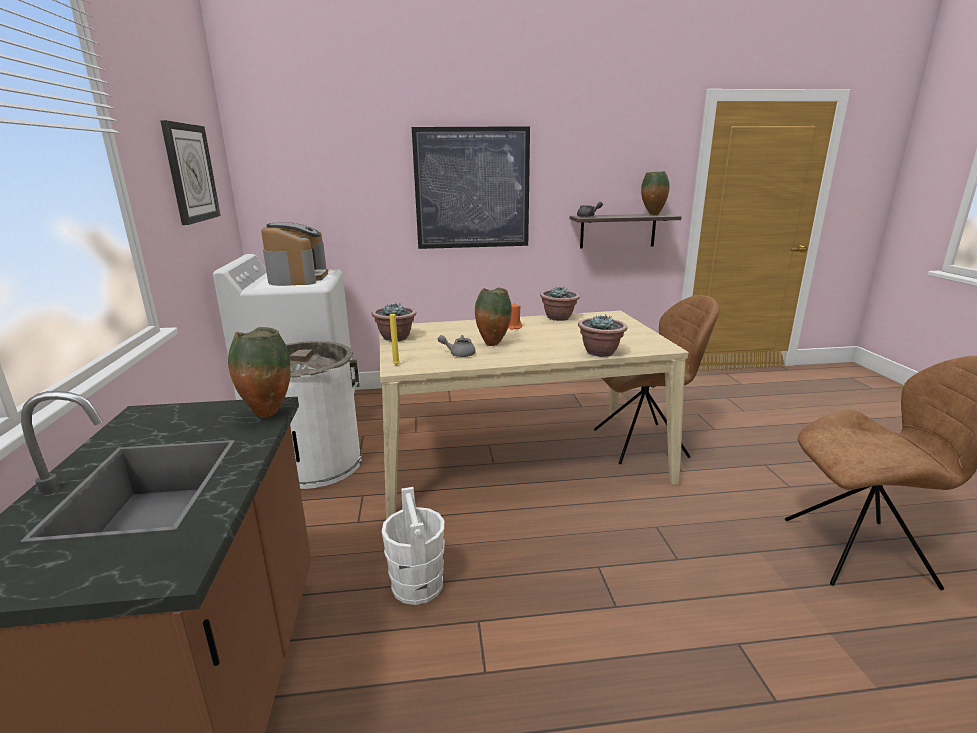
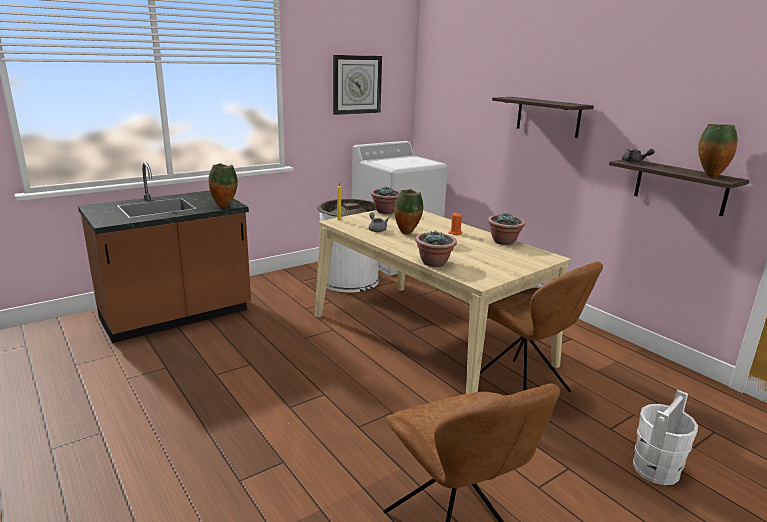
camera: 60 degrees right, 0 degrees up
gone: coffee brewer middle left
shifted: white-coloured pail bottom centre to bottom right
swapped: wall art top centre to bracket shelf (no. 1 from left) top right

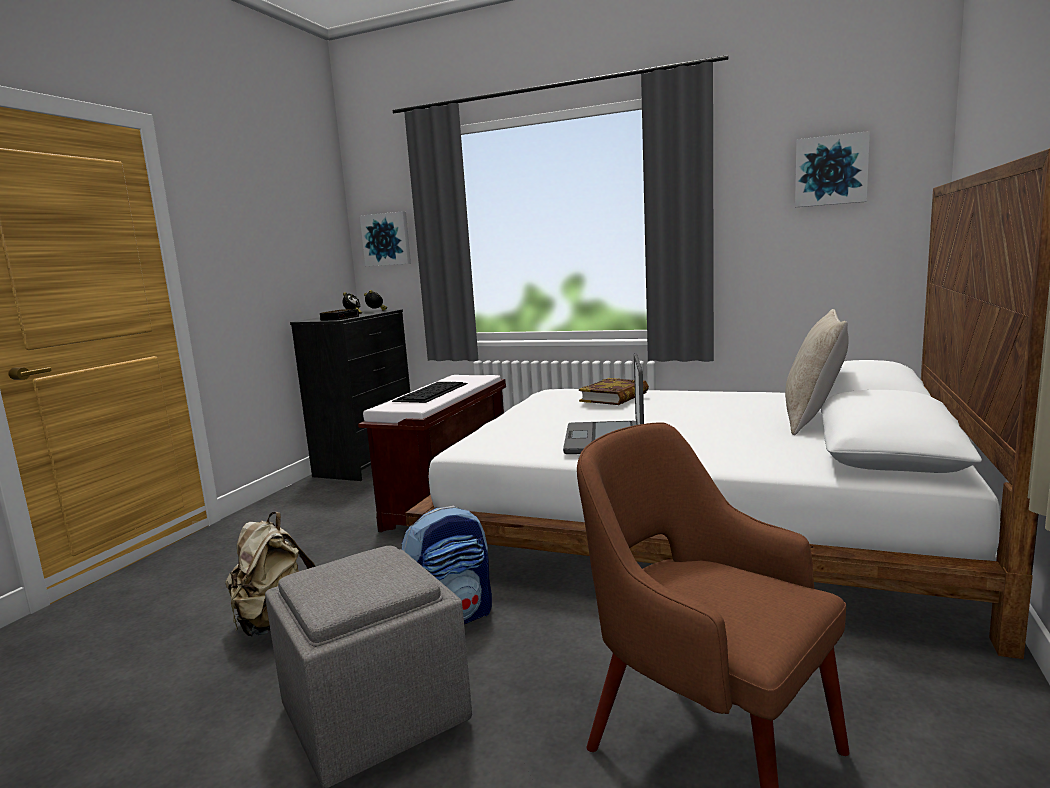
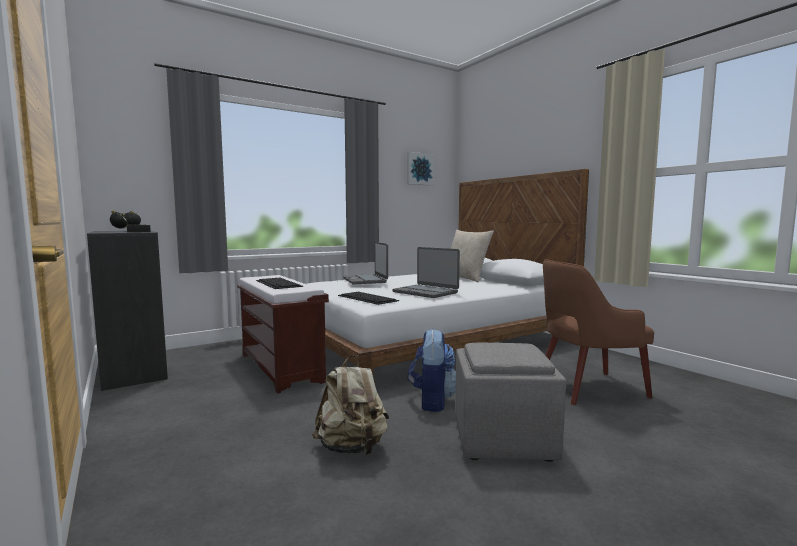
camera: 55 degrees left, 5 degrees down
gone: wall art (no. 1 from left) top centre
new: PC keyboard (no. 2 from left) centre
swapped: volume centre to laptop (no. 1 from left) centre

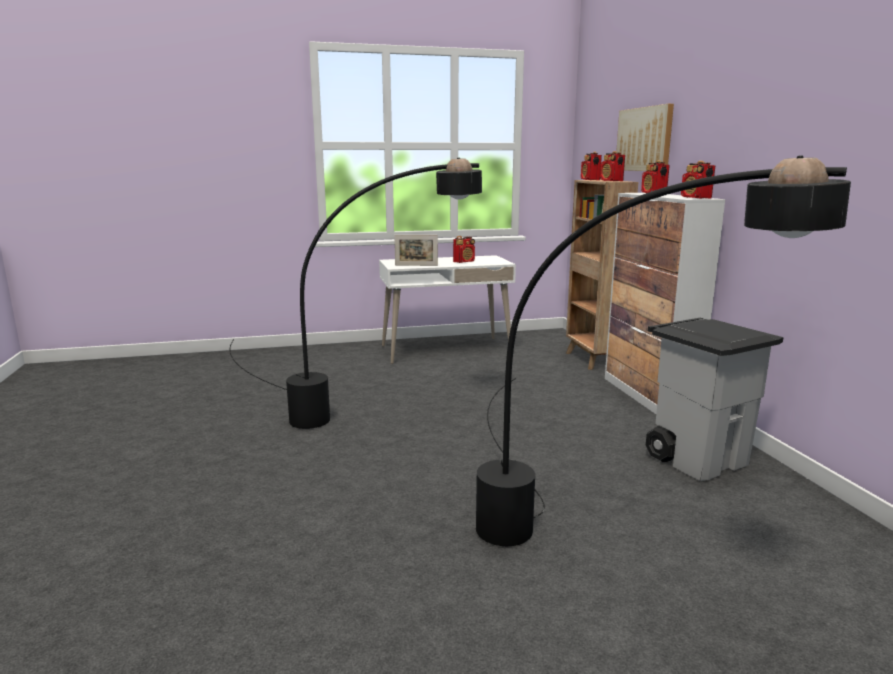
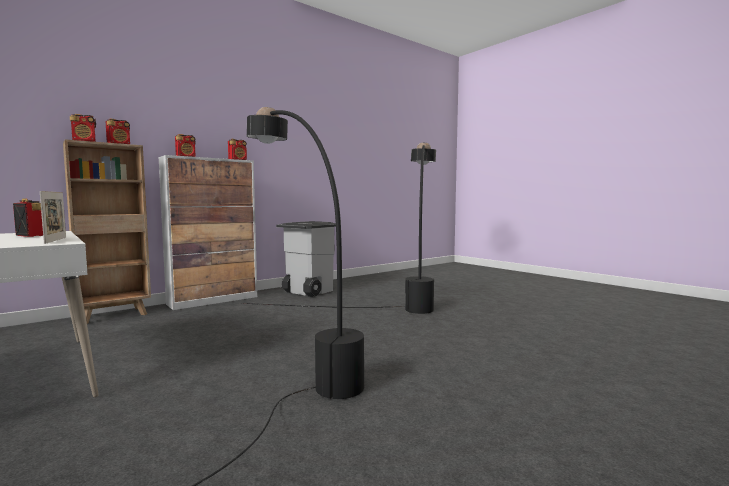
camera: 115 degrees left, 10 degrees down
gone: wall art top right

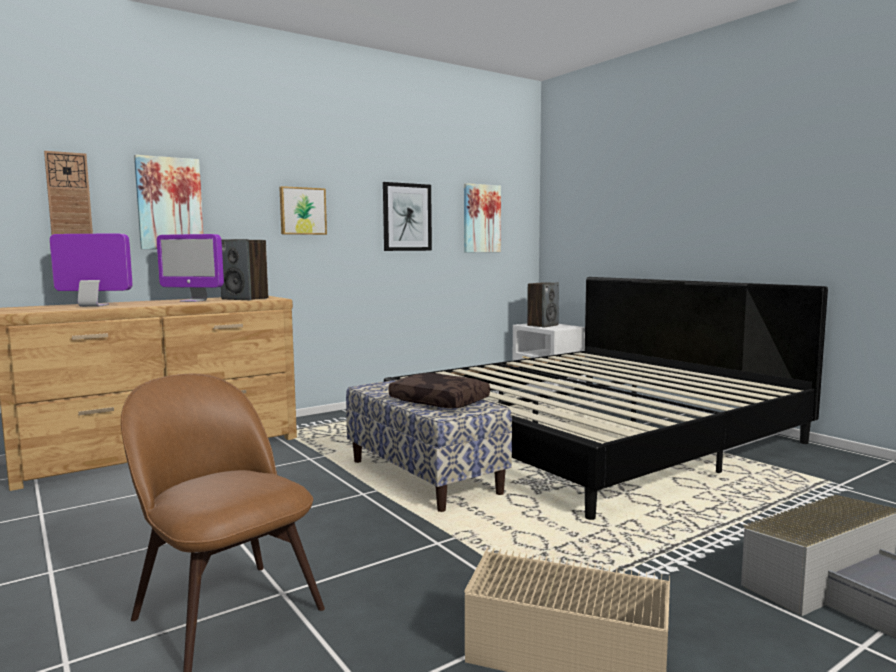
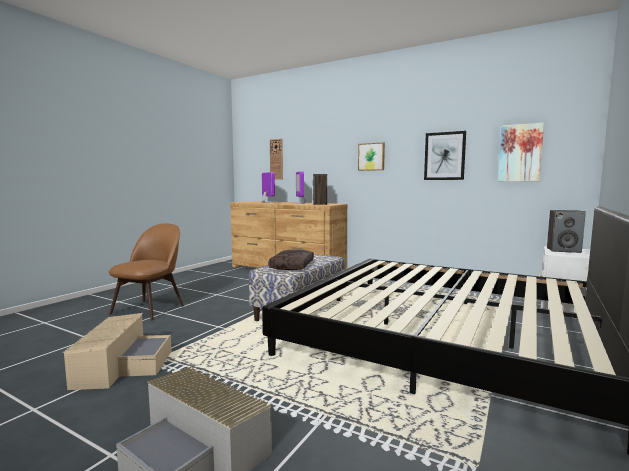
camera: 65 degrees right, 0 degrees up
gone: wall art (no. 1 from left) top left

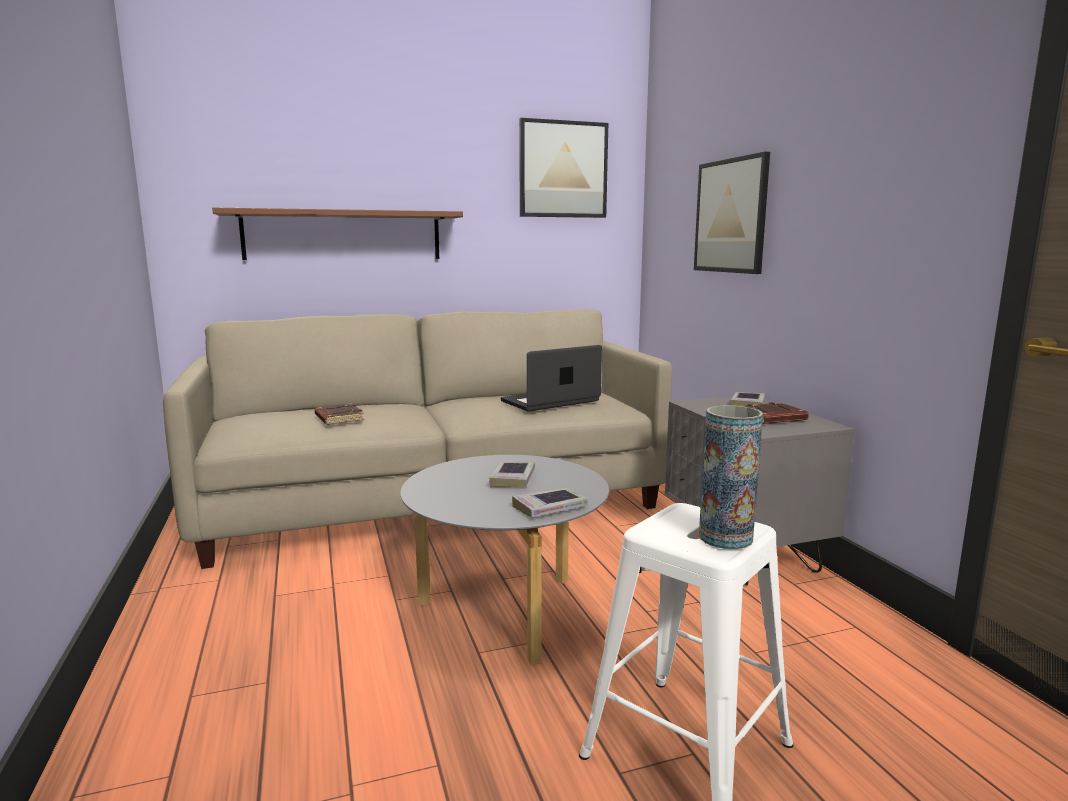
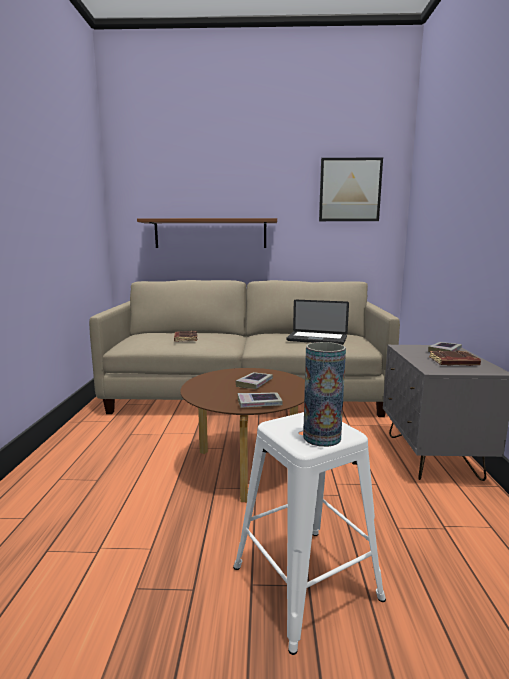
camera: 20 degrees right, 0 degrees up
gone: wall art (no. 2 from left) top right
repainted: greyish coffee table bottom centre to brown-coloured coffee table centre
rotated: laptop centre = centre 150 degrees counterclockwise

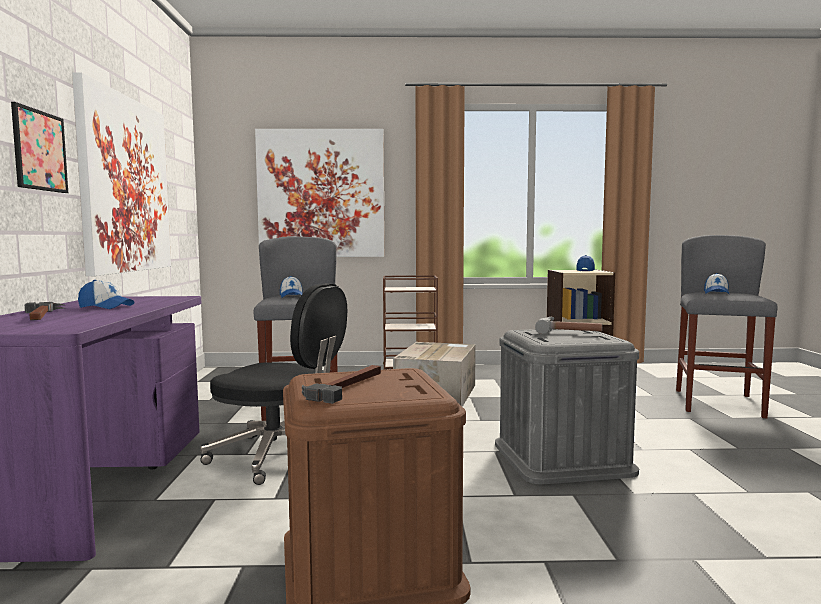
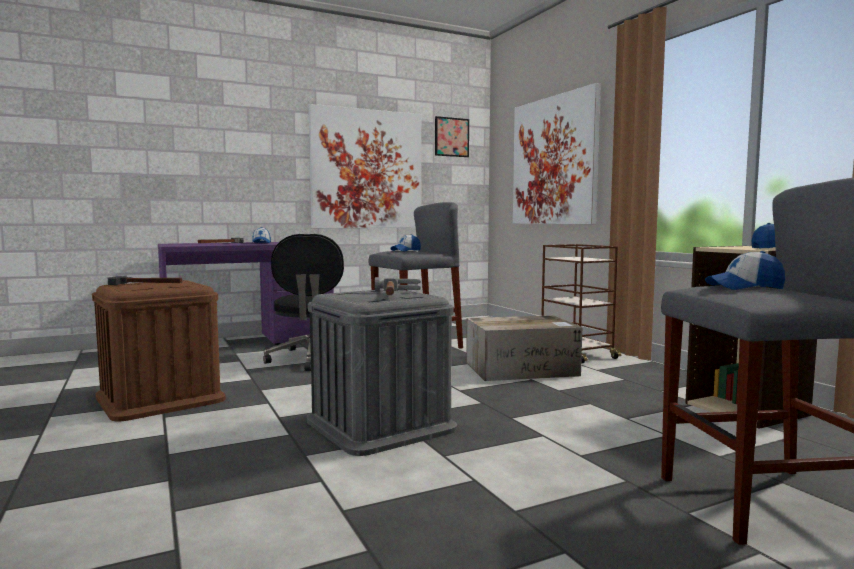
camera: 65 degrees right, 0 degrees up
shifted: wall art (no. 1 from left in the first image) top left to wall art (no. 2 from left) top centre

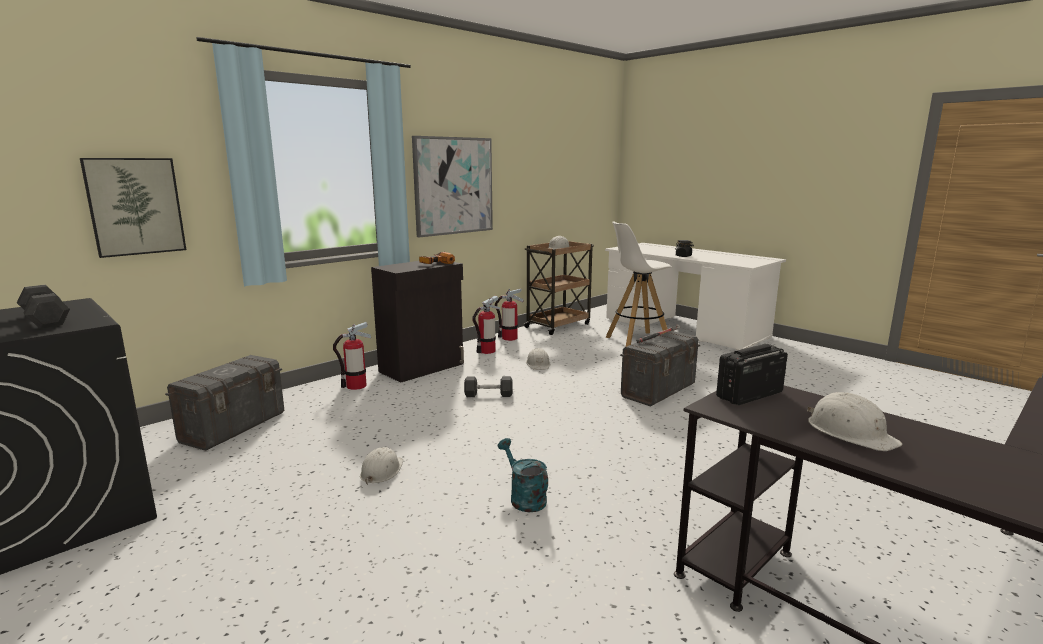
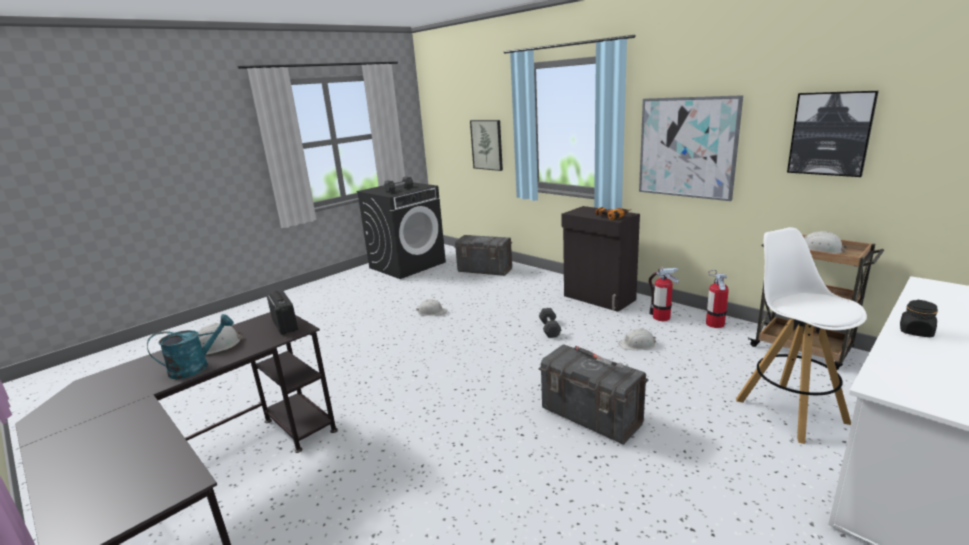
camera: 90 degrees right, 5 degrees up
gone: extinguisher (no. 1 from left) centre
new: wall art (no. 3 from left) top right
shifted: turquoise watering pot bottom centre to middle left

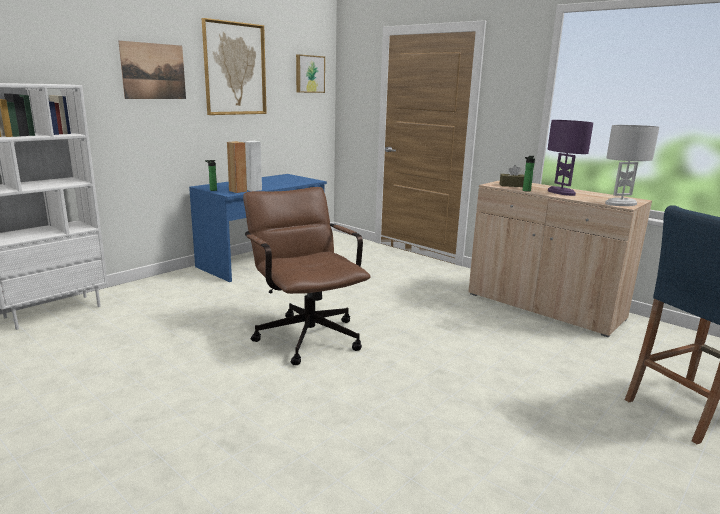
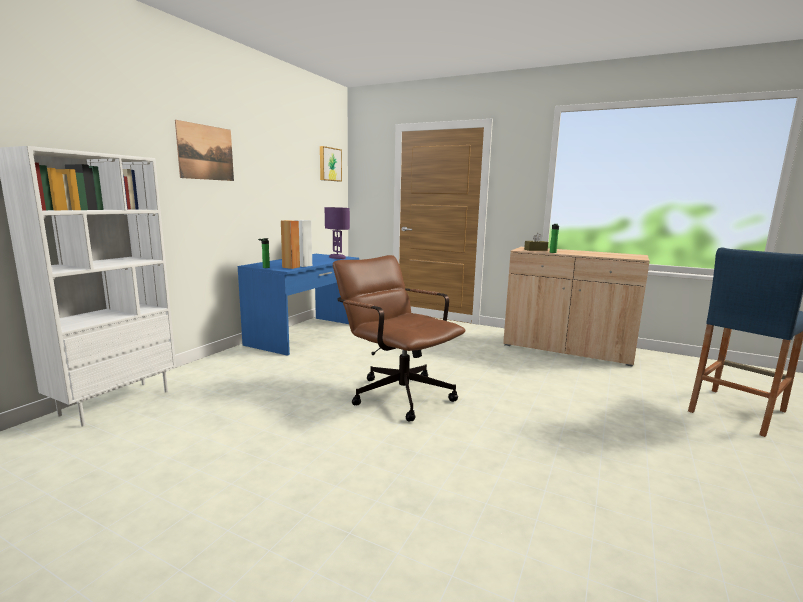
camera: 15 degrees left, 5 degrees down
gone: wall art (no. 2 from left) top left; white-coloured tabletop lamp top right
shifted: purple tabletop lamp top right to centre

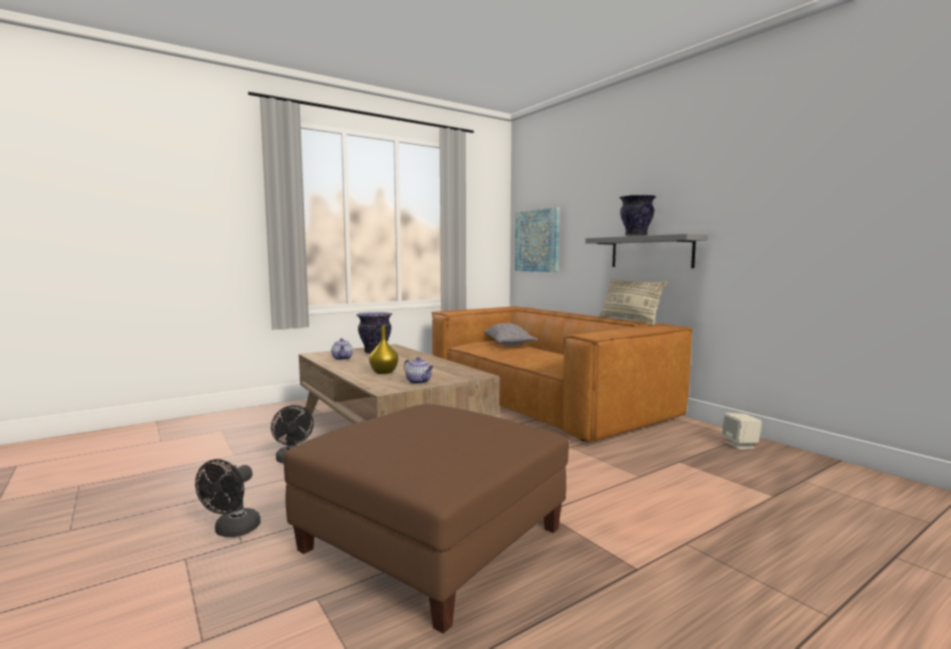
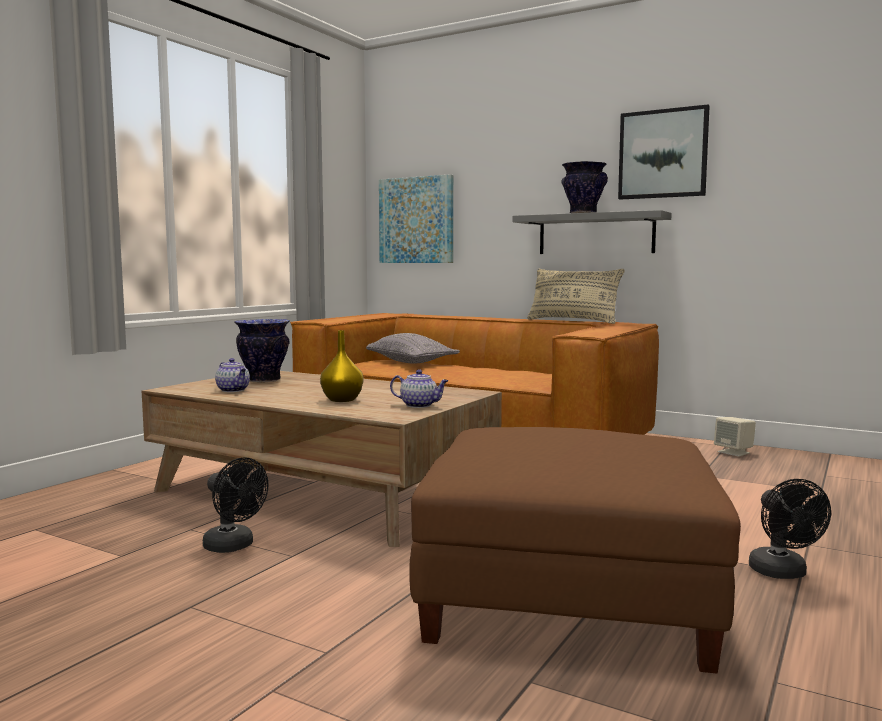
camera: 25 degrees left, 0 degrees up
new: wall art (no. 2 from left) top right
shifted: black fan (no. 1 from left in the first image) bottom left to black fan (no. 2 from left) bottom right

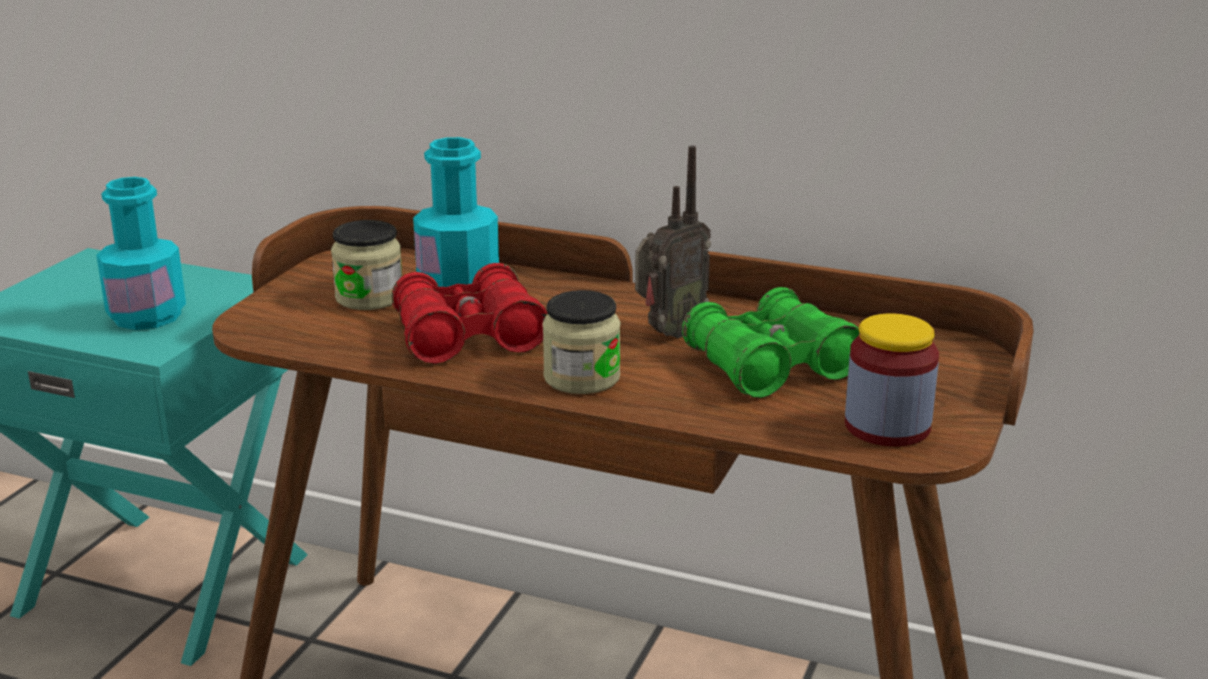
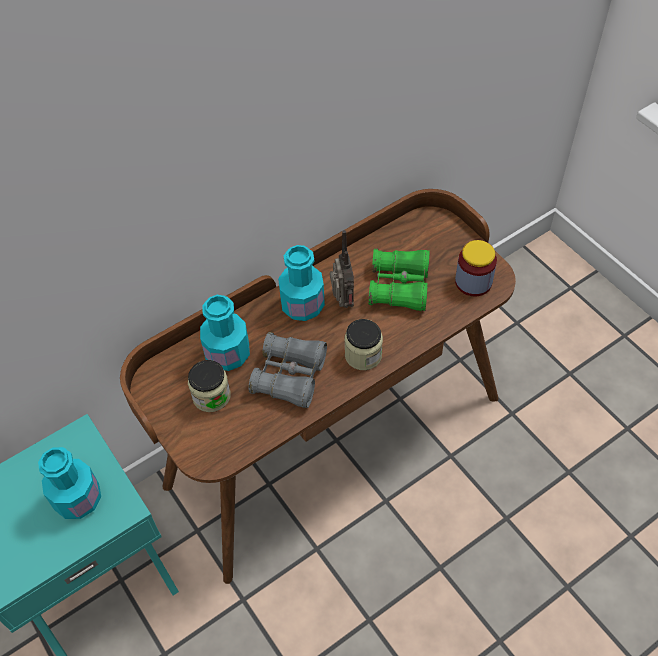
camera: 55 degrees left, 30 degrees up
new: turquoise bottle (no. 3 from left) centre
repainted: red-coloured field glasses centre to greyish field glasses centre

